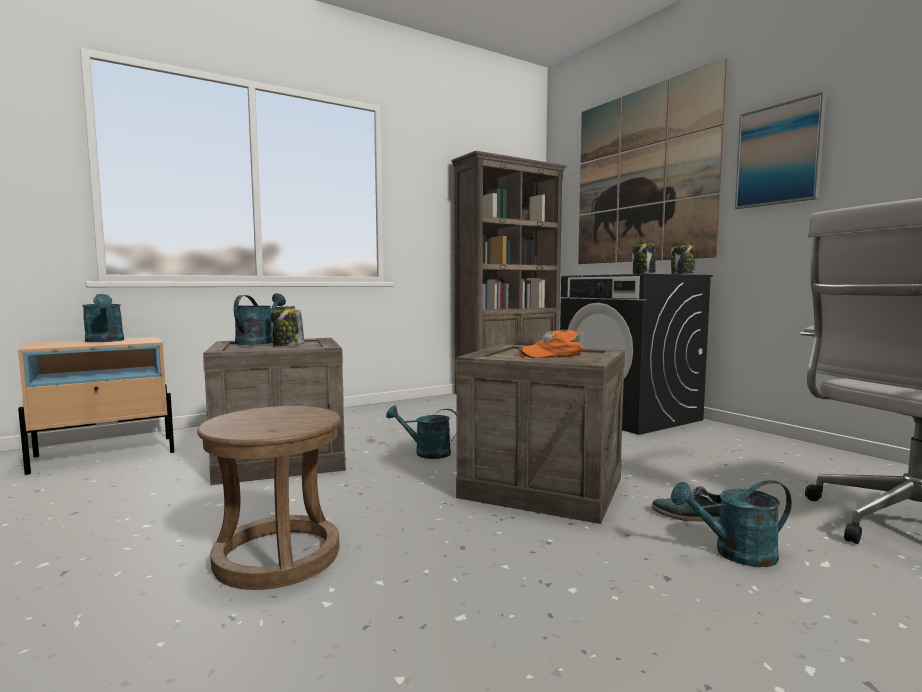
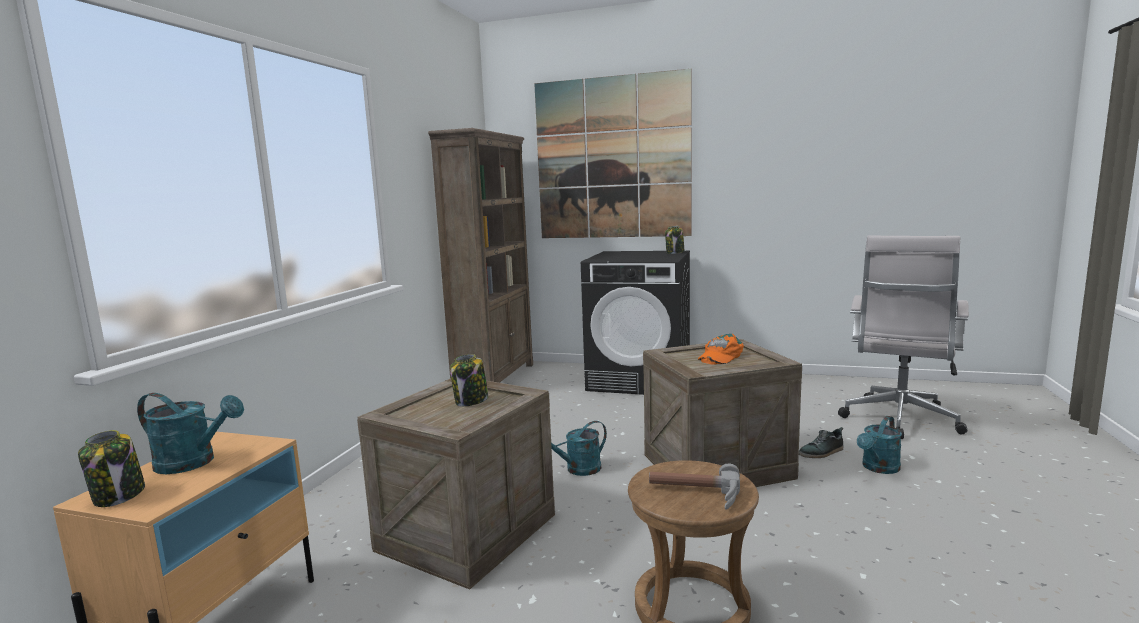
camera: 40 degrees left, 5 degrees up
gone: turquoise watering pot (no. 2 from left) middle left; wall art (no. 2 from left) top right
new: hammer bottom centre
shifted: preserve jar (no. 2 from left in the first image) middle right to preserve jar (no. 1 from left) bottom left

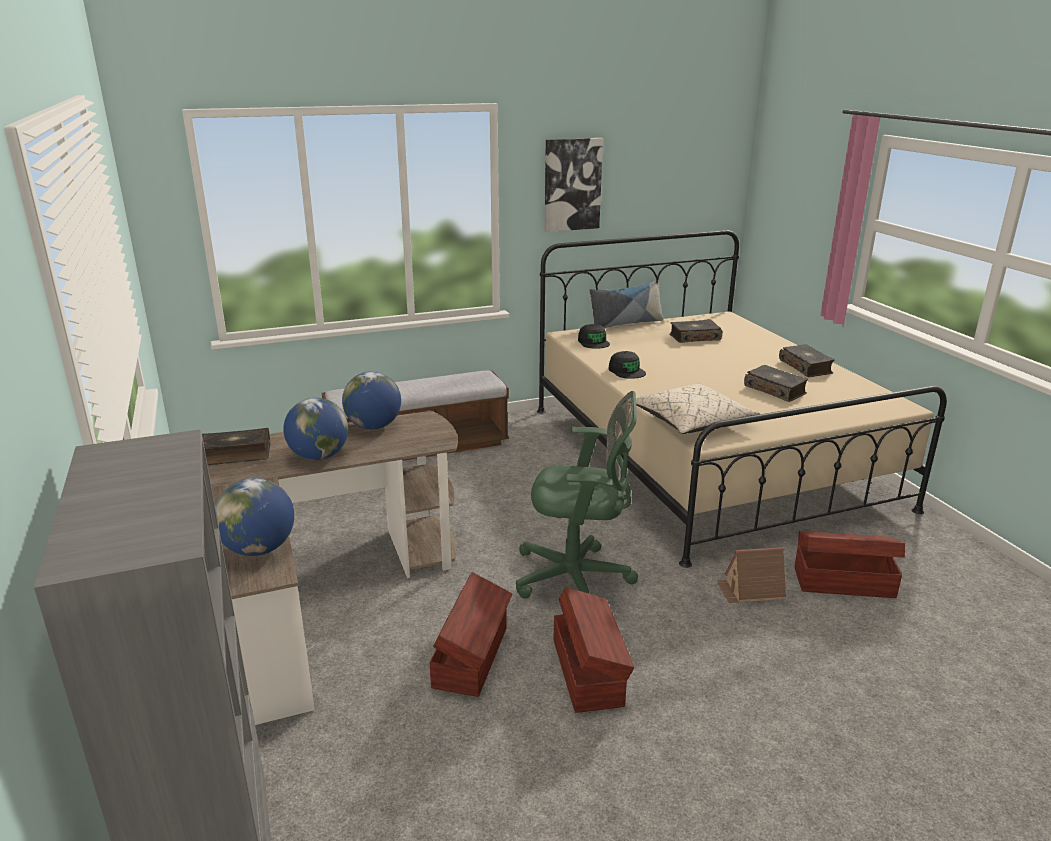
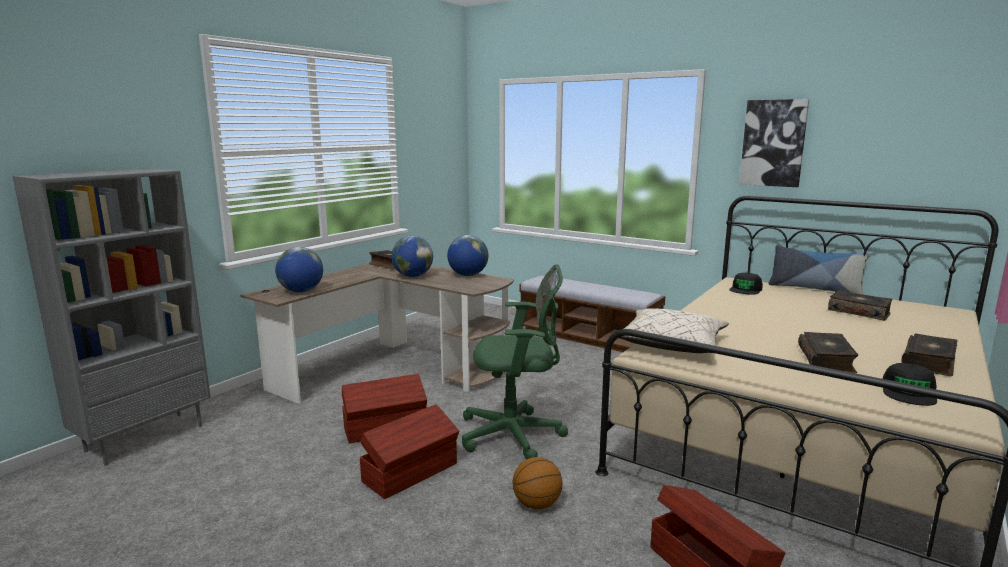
camera: 55 degrees right, 10 degrees down
gone: model house bottom right
new: basketball bottom centre
shifted: black baseball cap (no. 2 from left) centre to bottom right
rotated: green computer chair centre = centre 60 degrees counterclockwise

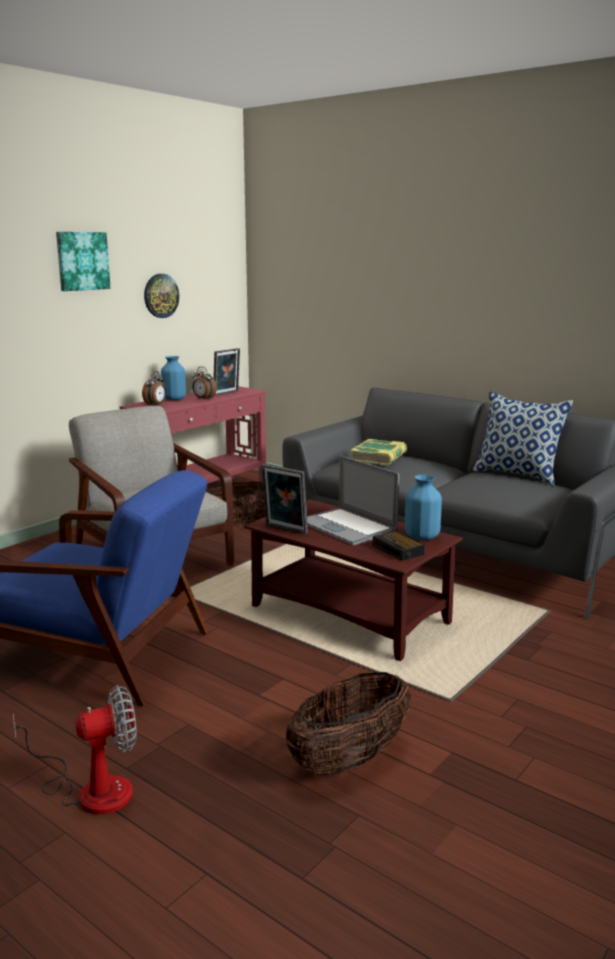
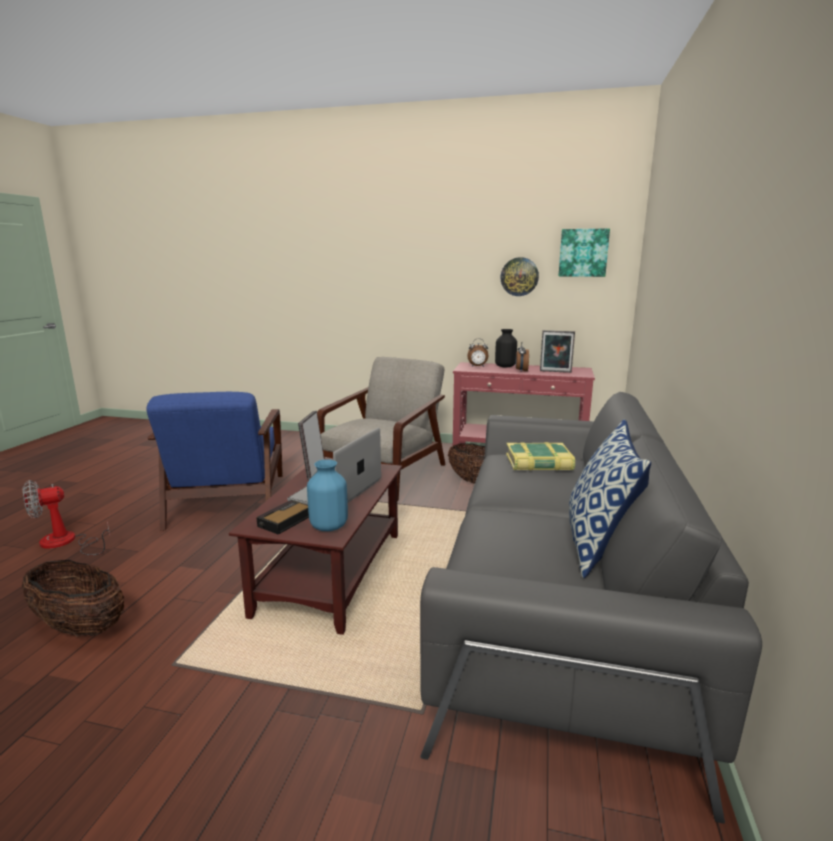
camera: 65 degrees right, 0 degrees up
shifted: wall art top left to top right
repainted: blue-coloured decorative vase (no. 1 from left) middle left to black decorative vase centre
rotated: fan bottom left = middle left 105 degrees clockwise

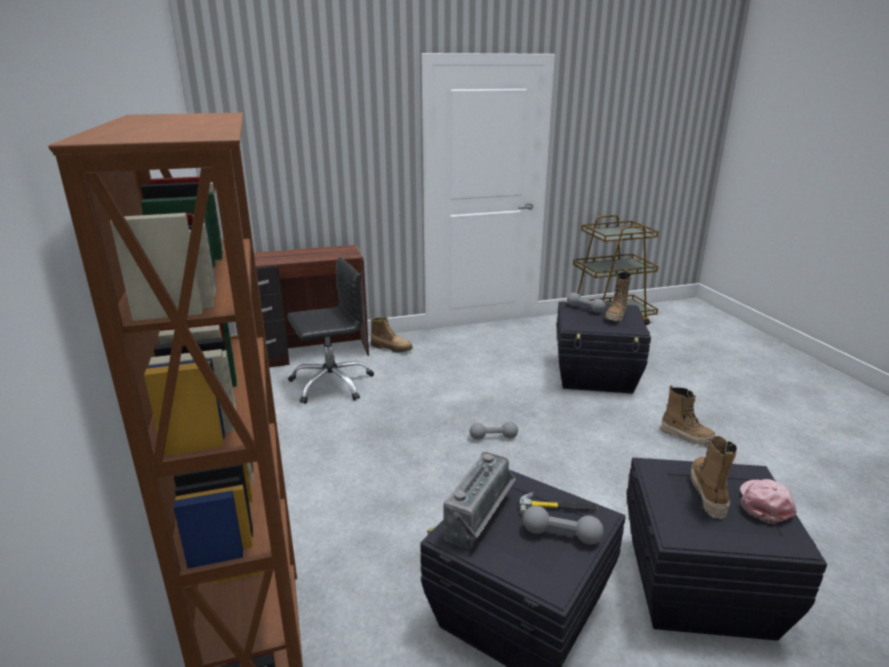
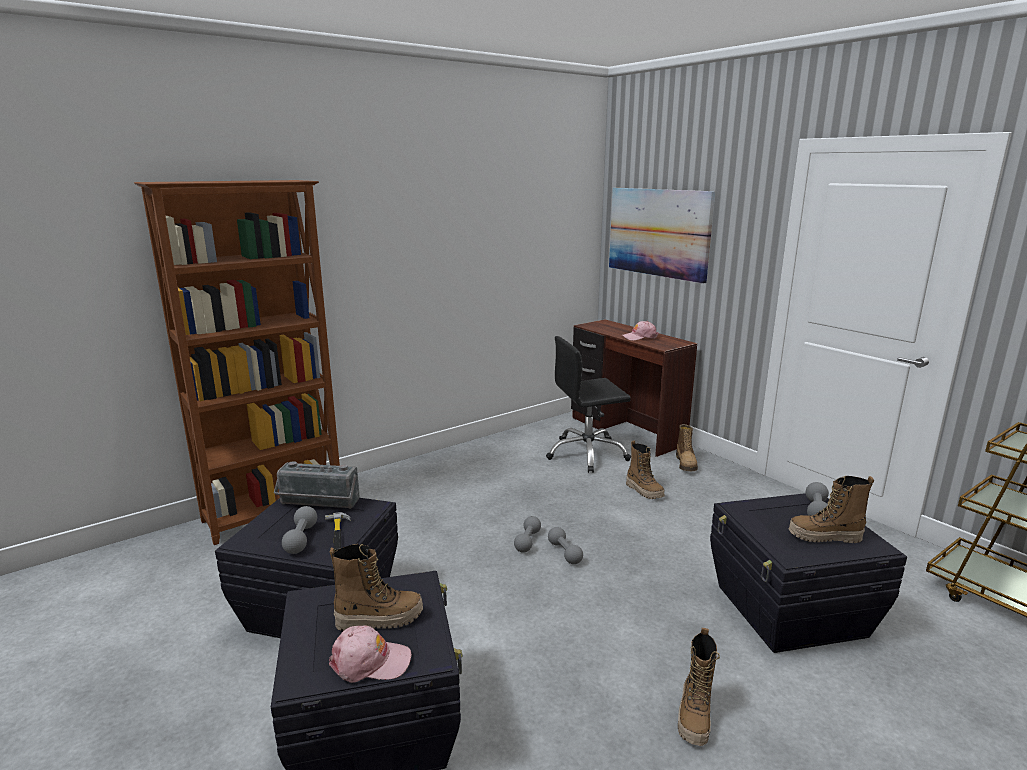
camera: 70 degrees right, 5 degrees down
new: greyish hand weight (no. 2 from left) bottom centre; wall art top centre; pink-coloured baseball cap (no. 2 from left) centre; tall boot (no. 2 from left) centre
rotated: black computer chair centre = centre 120 degrees clockwise

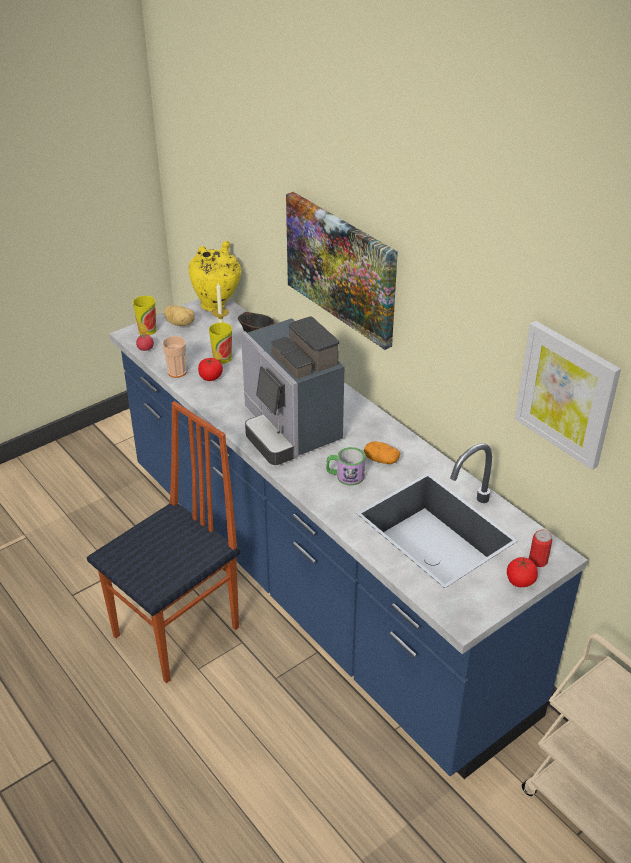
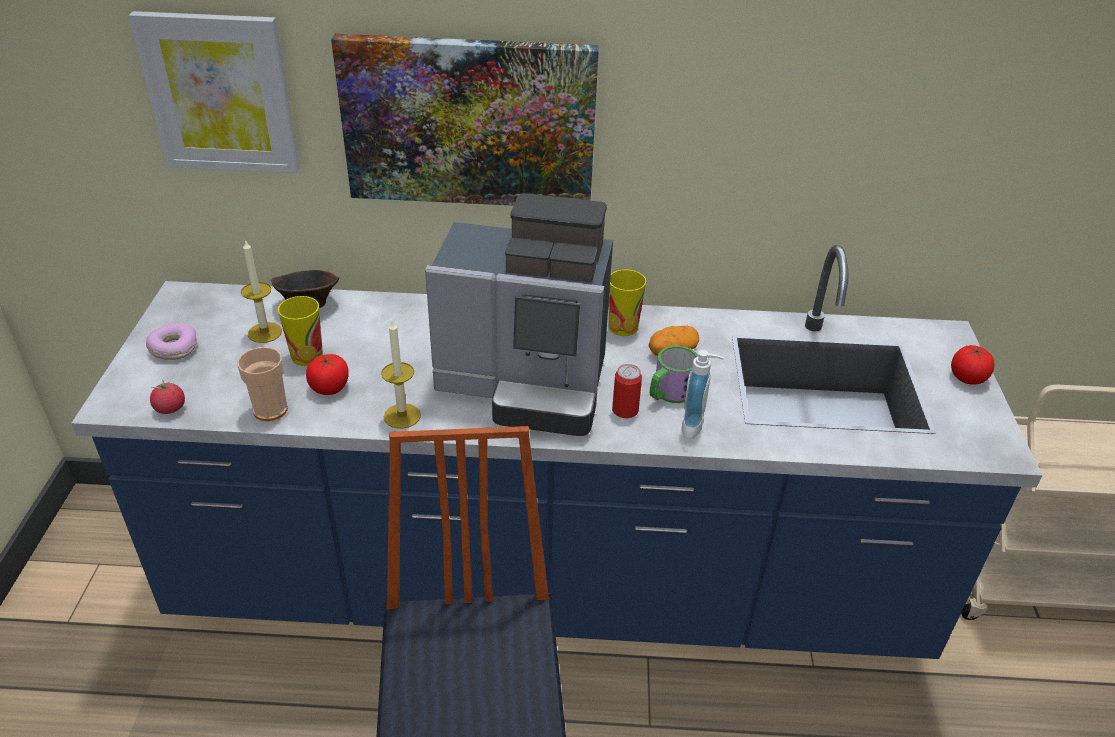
camera: 50 degrees left, 0 degrees up
gone: yellow-coloured decorative vase top centre
new: candle (no. 2 from left) centre; soap dispenser centre
shifted: wall art (no. 2 from left in the first image) middle right to wall art (no. 1 from left) top left; drinking cup (no. 1 from left in the first image) middle left to drinking cup (no. 3 from left) centre; metal can middle right to centre
swapped: spud (no. 1 from left) middle left to donut middle left

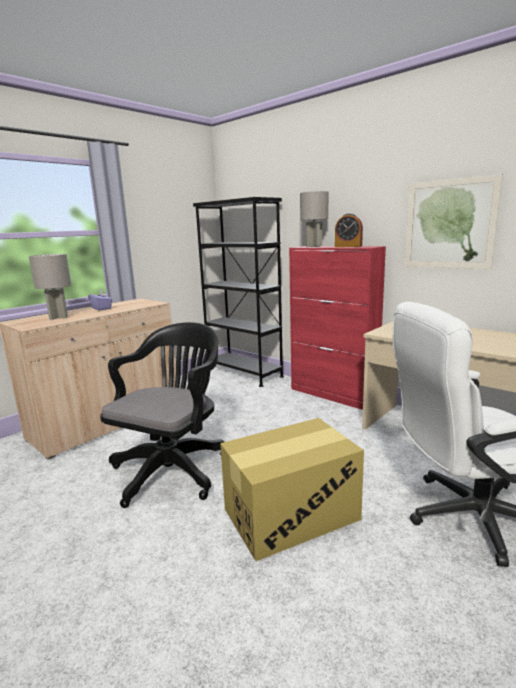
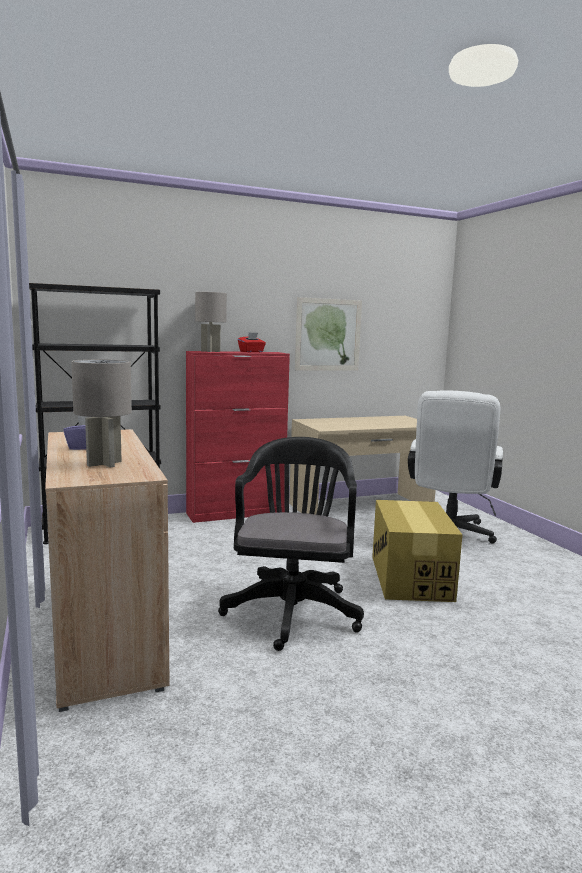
camera: 65 degrees left, 5 degrees down
swapped: alarm clock middle right to red-coloured tissue box centre
rotated: black computer chair middle left = centre 45 degrees clockwise

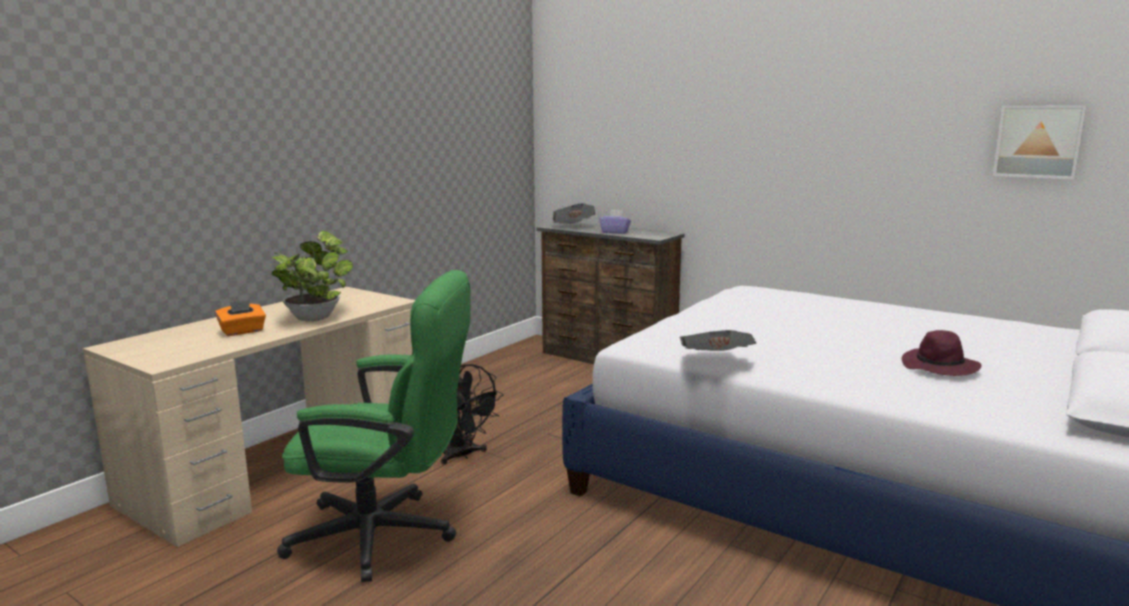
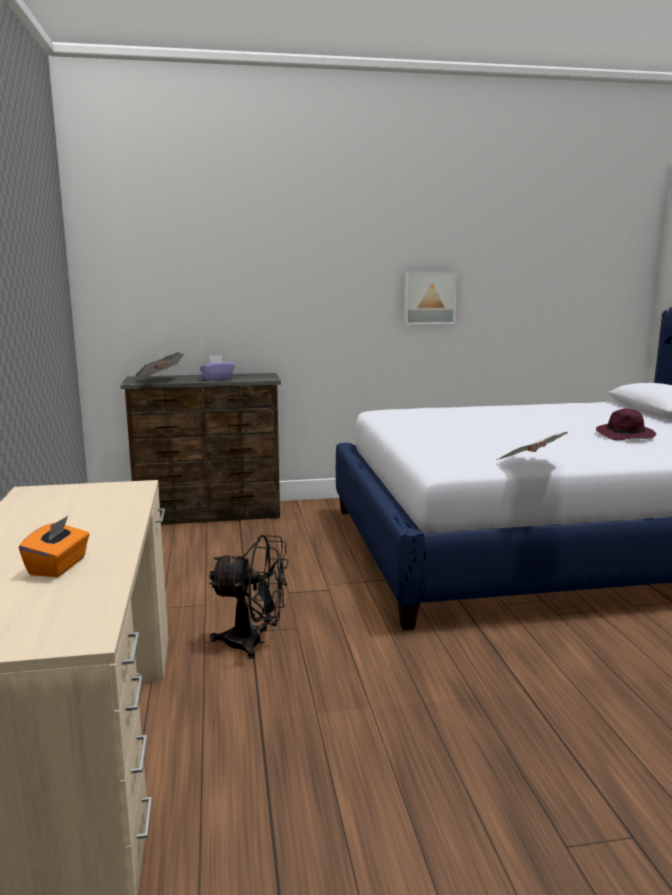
camera: 45 degrees left, 0 degrees up
gone: potted plant middle left; green computer chair bottom left
shifted: wall art top right to top centre

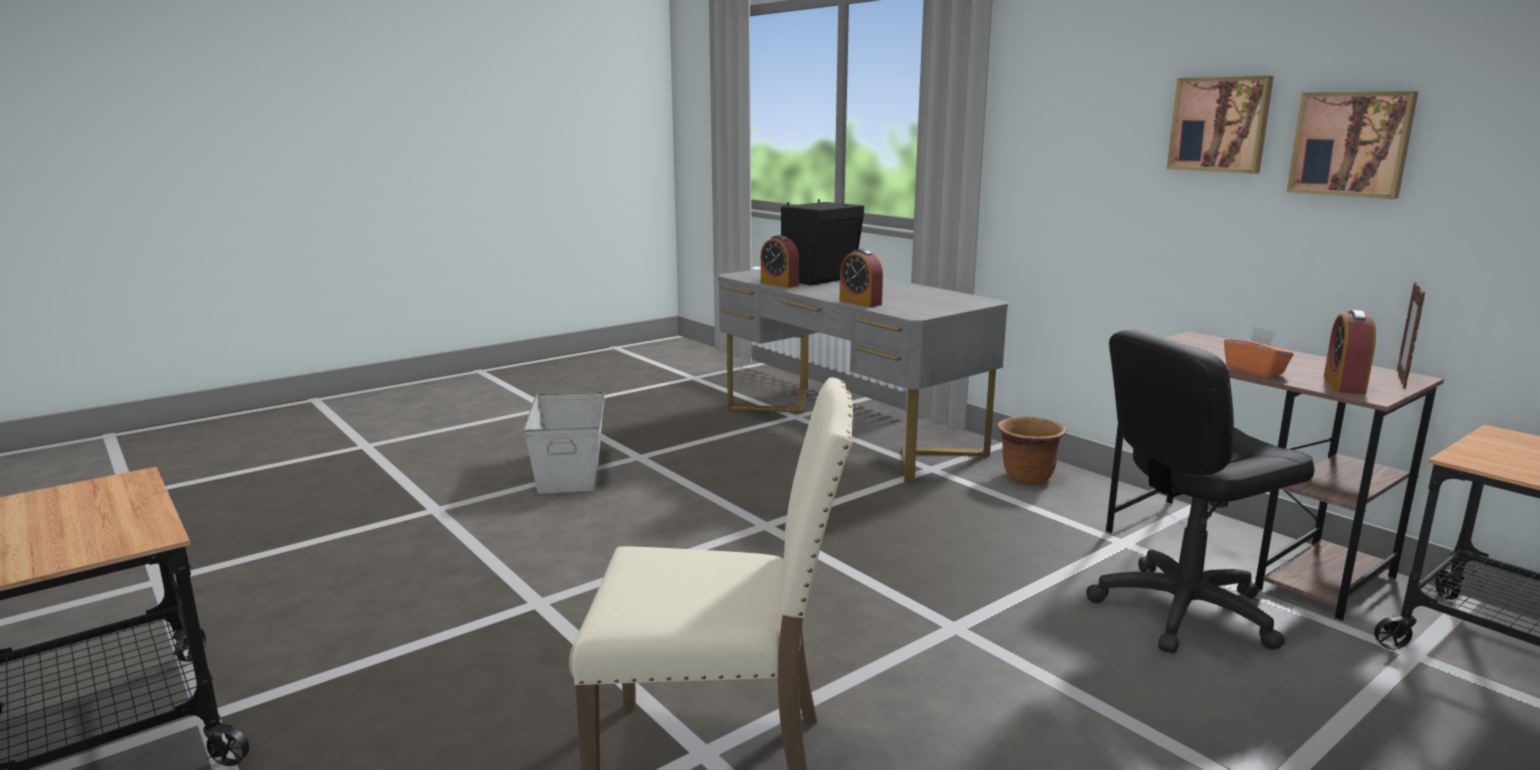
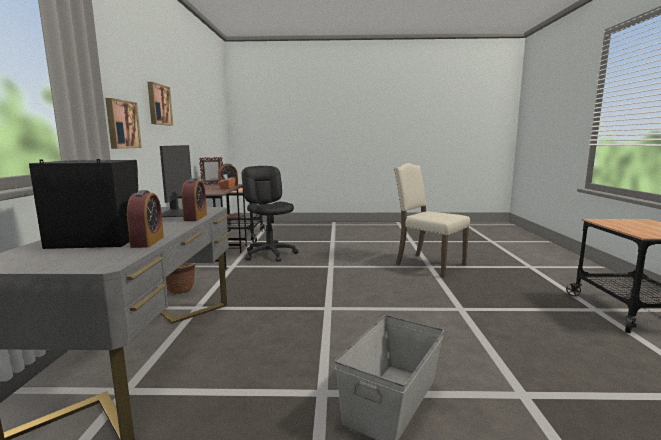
camera: 140 degrees left, 5 degrees down
new: computer screen middle left
shifted: wall art (no. 2 from left in the first image) top right to wall art (no. 1 from left) top left
rotated: black computer chair middle right = centre 135 degrees counterclockwise

